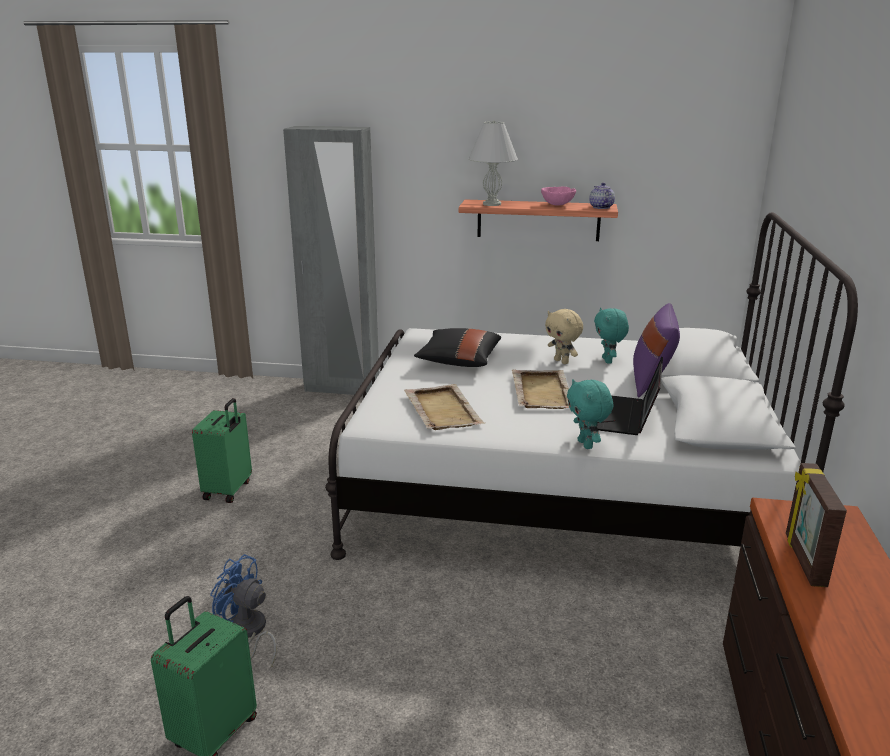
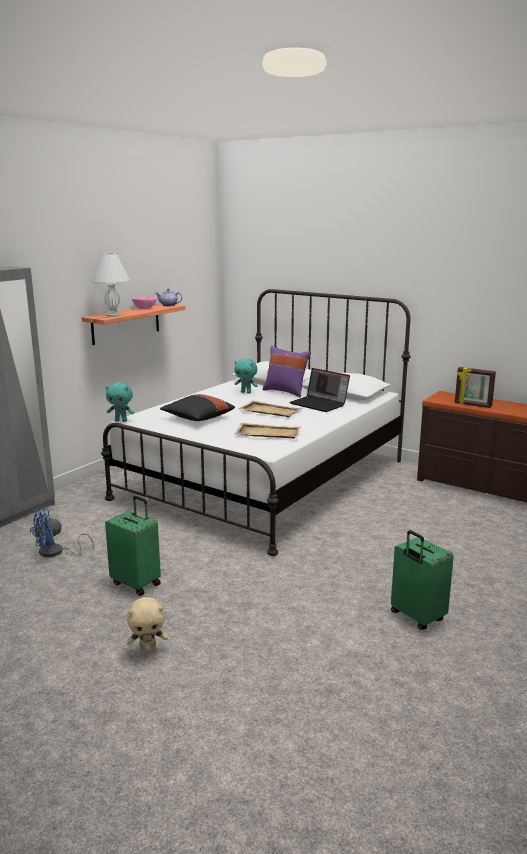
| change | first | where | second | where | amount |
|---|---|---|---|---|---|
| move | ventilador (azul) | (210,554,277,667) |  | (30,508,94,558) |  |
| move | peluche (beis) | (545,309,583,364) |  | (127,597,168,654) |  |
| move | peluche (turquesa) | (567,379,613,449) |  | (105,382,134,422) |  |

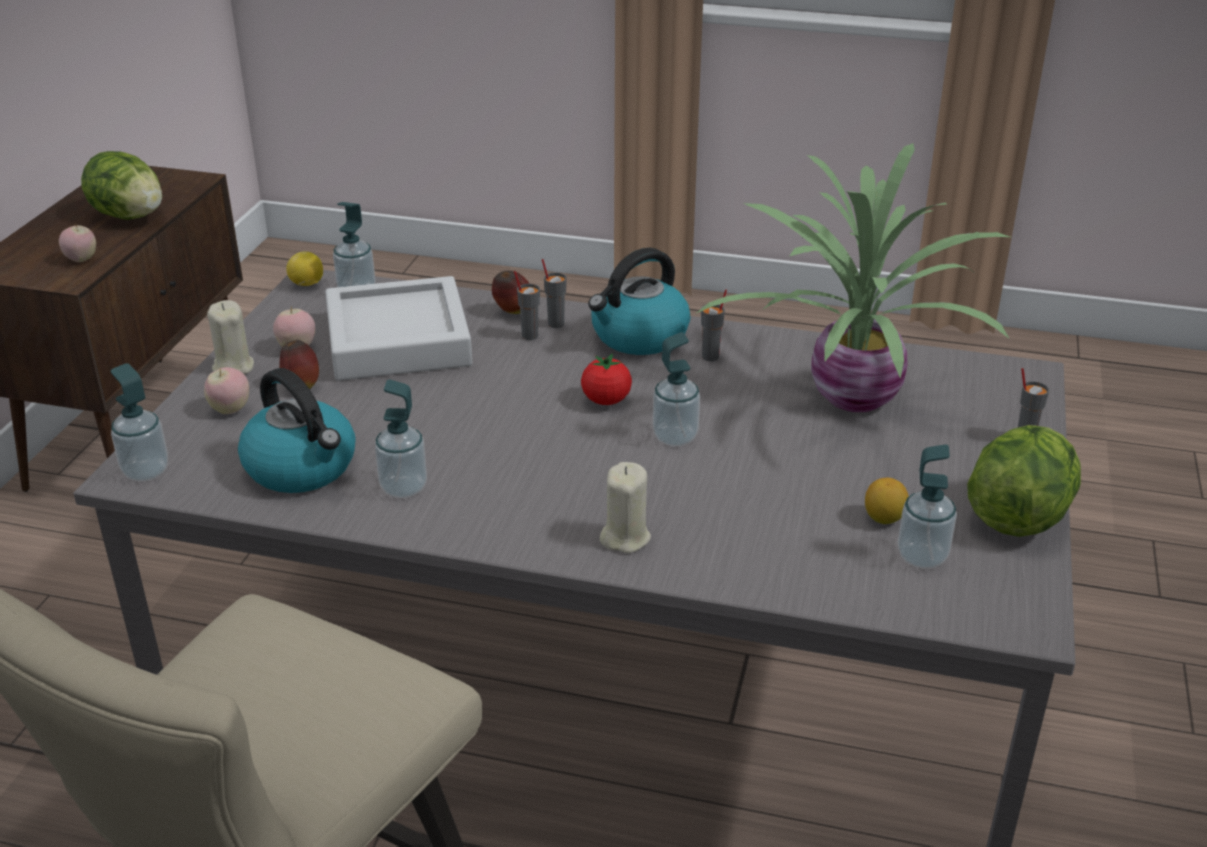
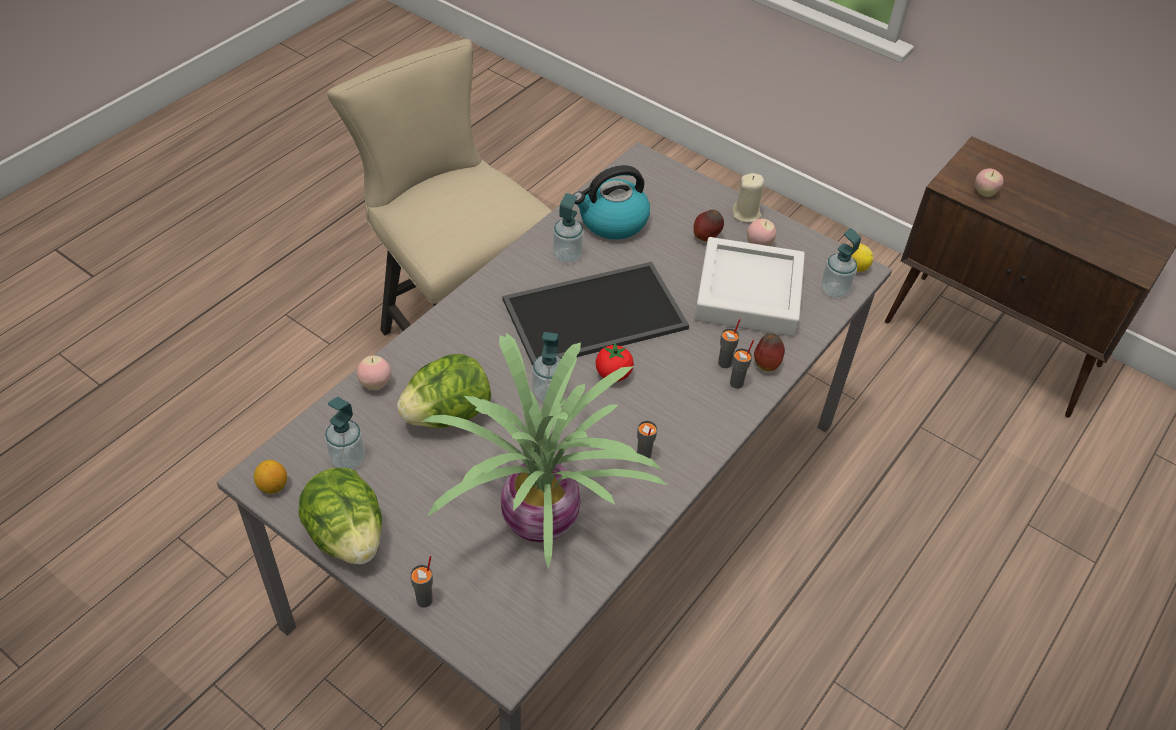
| change | first | where | second | where | amount |
|---|---|---|---|---|---|
| delete | dispensador de jabón | (111,363,168,481) |  |  |  |
| delete | hervidor | (588,248,690,355) |  |  |  |
| delete | vela (beis) | (600,462,651,553) |  |  |  |
| insert |  |  | bandeja | (503,262,689,366) |  |
| move | lechuga | (81,151,162,220) |  | (397,354,491,428) |  |
| move | manzana | (204,367,249,414) |  | (357,356,391,390) |  |
| move | limón | (865,478,909,524) |  | (254,460,287,494) |  |

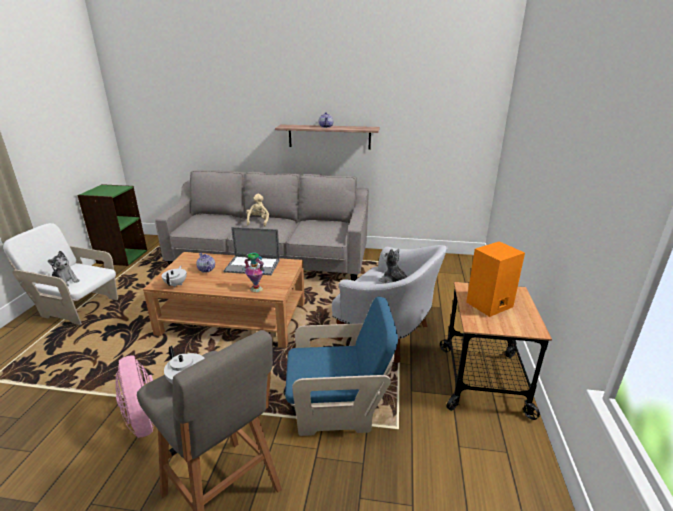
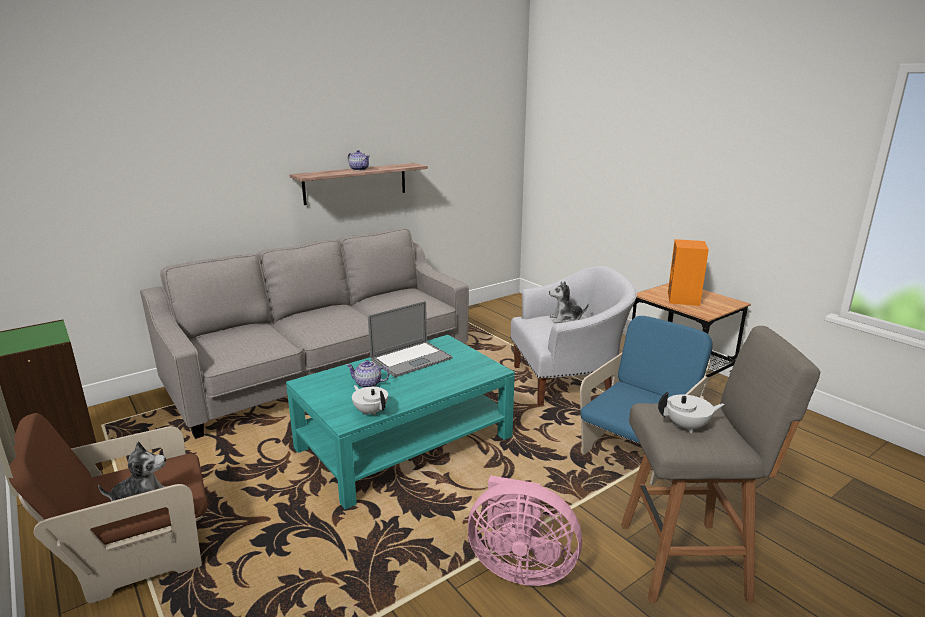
| change | first | where | second | where | amount |
|---|---|---|---|---|---|
| delete | florero | (244,253,265,292) |  |  |  |
| delete | peluche (beis) | (246,194,269,226) |  |  |  |
| recolor | sillón (blanco) | (3,223,118,325) | sillón (marrón) | (9,413,207,603) |  |
| recolor | mesa de centro (marrón) | (143,252,305,348) | mesa de centro (turquesa) | (286,335,515,509) |  |

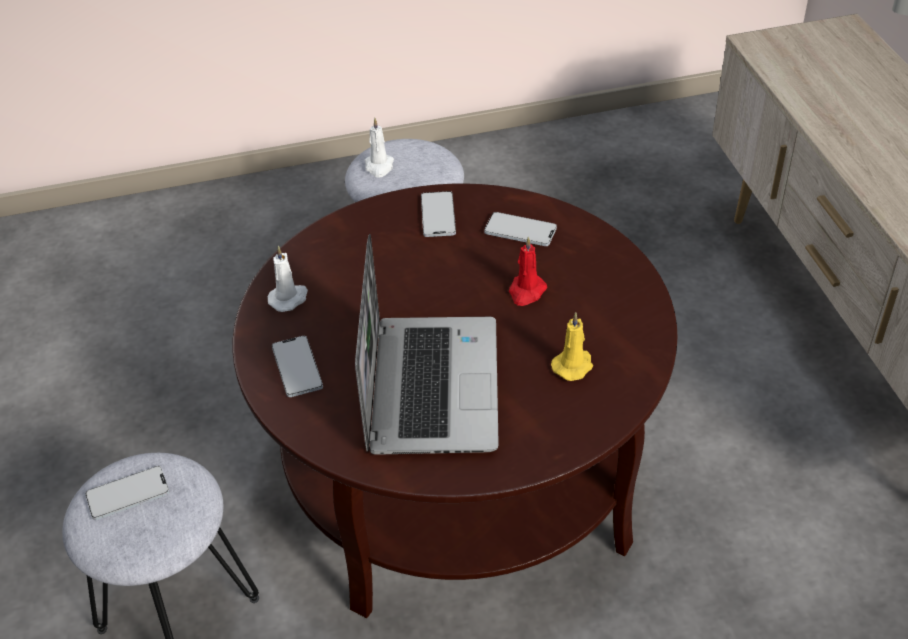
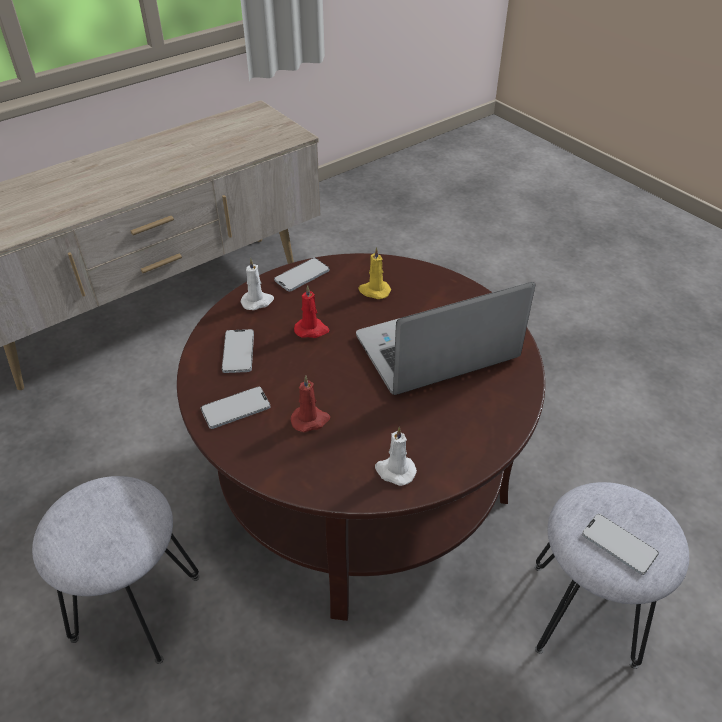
| change | first | where | second | where | amount |
|---|---|---|---|---|---|
| insert |  |  | vela (rojo) | (290,375,330,432) |  |
| move | móvil | (272,336,323,397) |  | (274,258,330,292) |  |
| move | vela (blanco) | (365,118,394,178) |  | (241,258,274,310) |  |

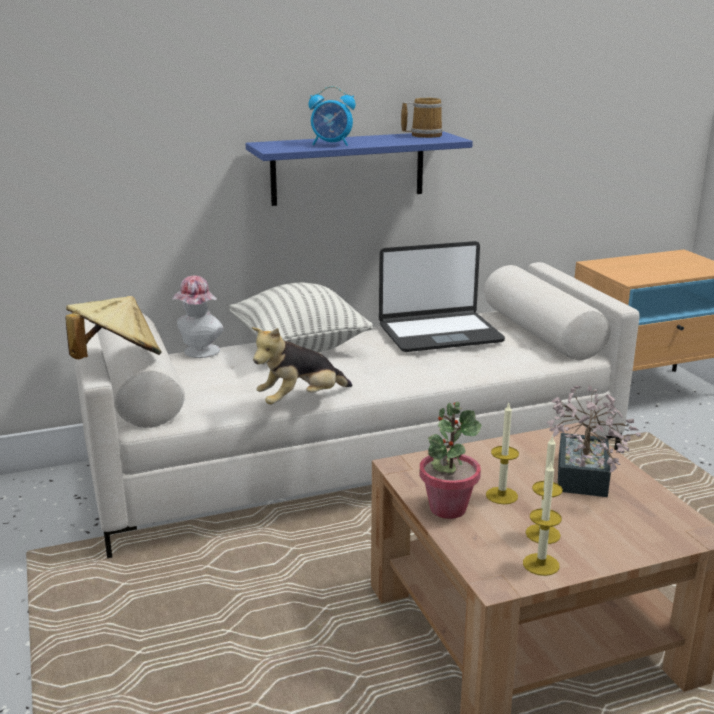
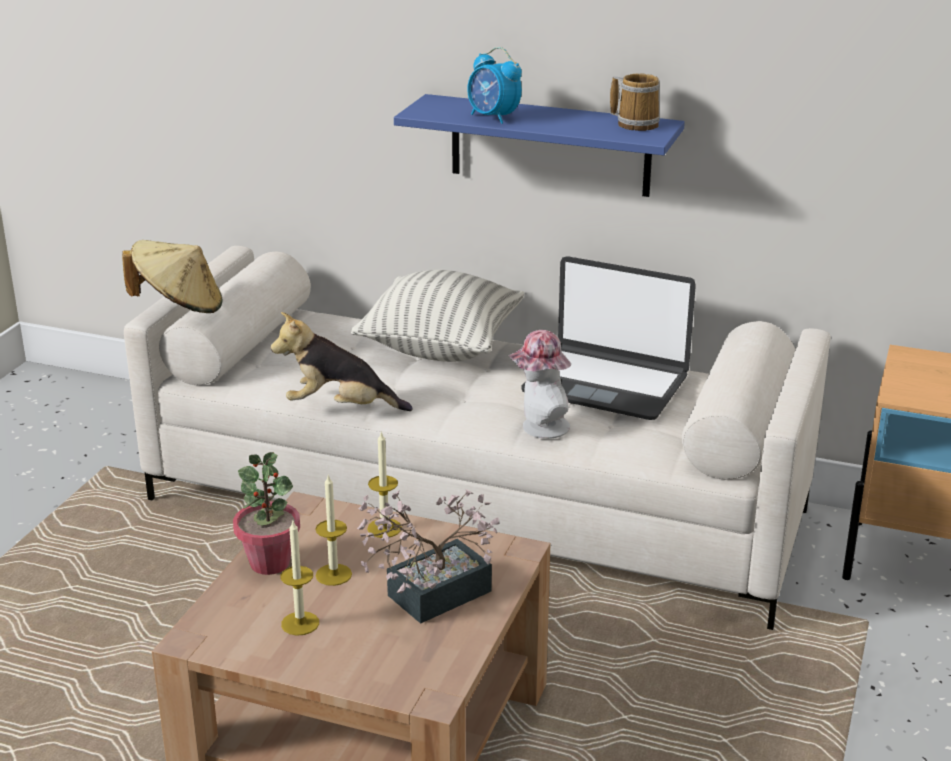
| change | first | where | second | where | amount |
|---|---|---|---|---|---|
| move | sombrero | (172,275,224,358) |  | (508,330,571,439) |  |
| move | vela | (523,463,562,576) |  | (367,432,402,538) |  |

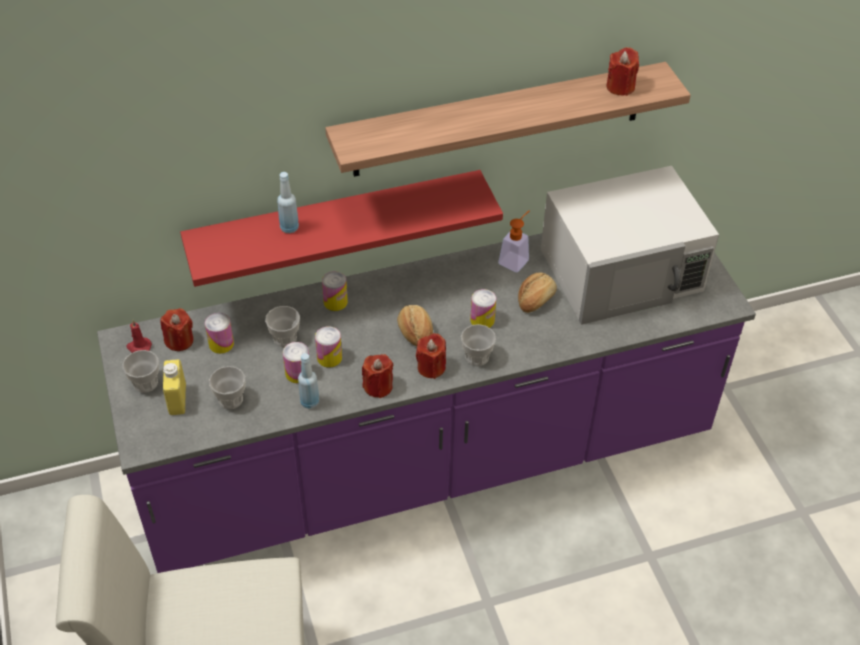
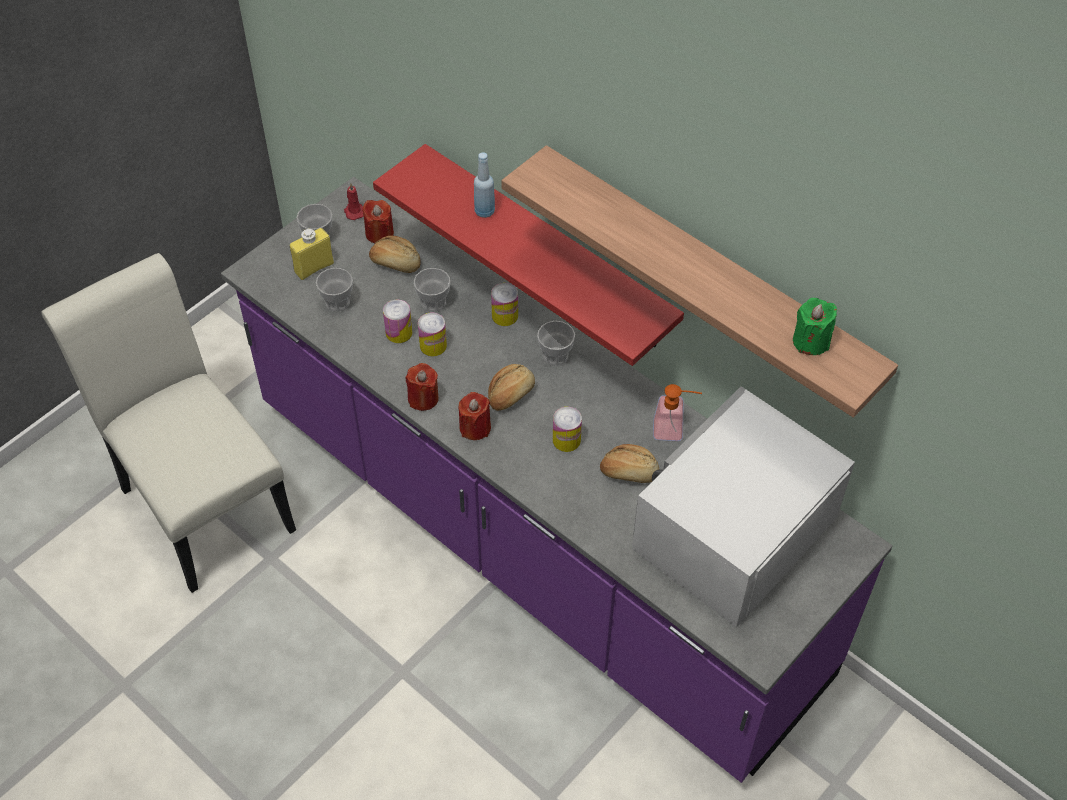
| change | first | where | second | where | amount |
|---|---|---|---|---|---|
| delete | botella (azul) | (298,353,319,409) |  |  |  |
| move | taza | (461,324,496,366) |  | (537,321,575,366) |  |
| replace | lata | (205,313,234,354) | pan | (369,236,421,273) |  |
| recolor | vela (rojo) | (606,47,639,96) | vela (verde) | (793,298,837,355) |  |
| rotate | microondas (blanco) | (541,166,719,325) |  | (632,386,855,628) | 90 degrees clockwise |

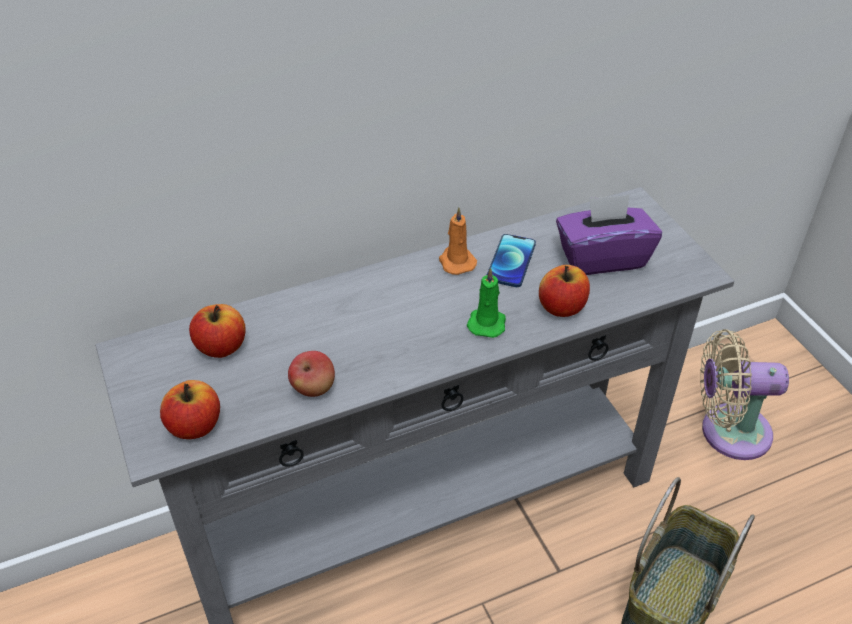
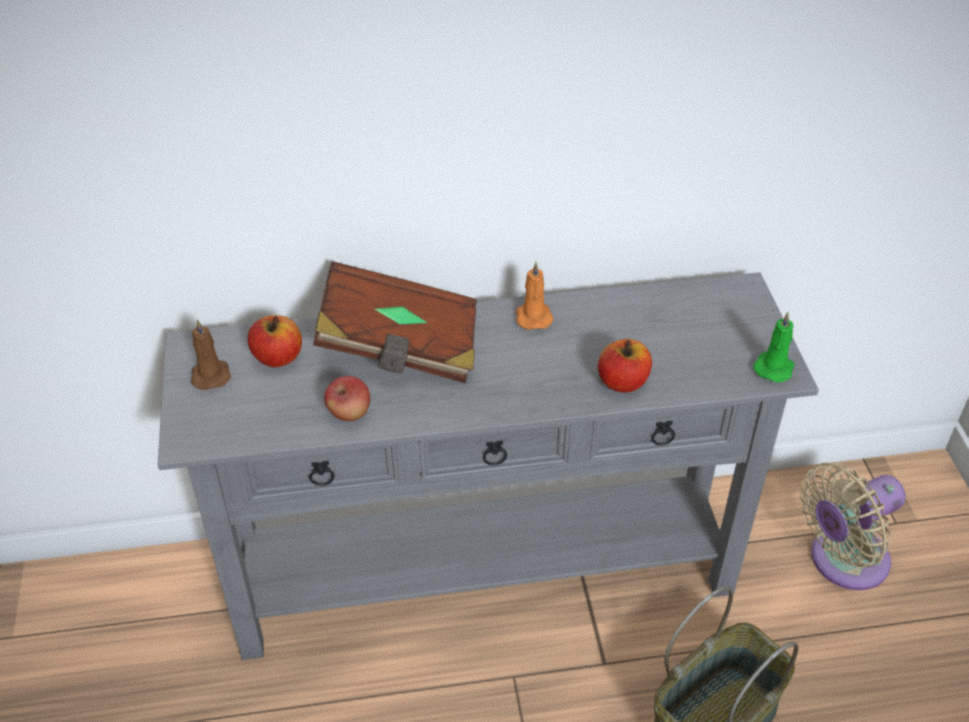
| change | first | where | second | where | amount |
|---|---|---|---|---|---|
| delete | manzana | (160,380,220,439) |  |  |  |
| delete | móvil | (487,234,536,287) |  |  |  |
| delete | caja de pañuelos (morado) | (556,194,662,275) |  |  |  |
| insert |  |  | vela (marrón) | (191,319,231,390) |  |
| insert |  |  | libro (marrón) | (313,261,477,383) |  |
| move | vela (verde) | (467,268,506,338) |  | (753,312,794,382) |  |
| rotate | ventilador (beis) | (700,329,789,460) |  | (800,462,906,590) | 45 degrees counterclockwise |

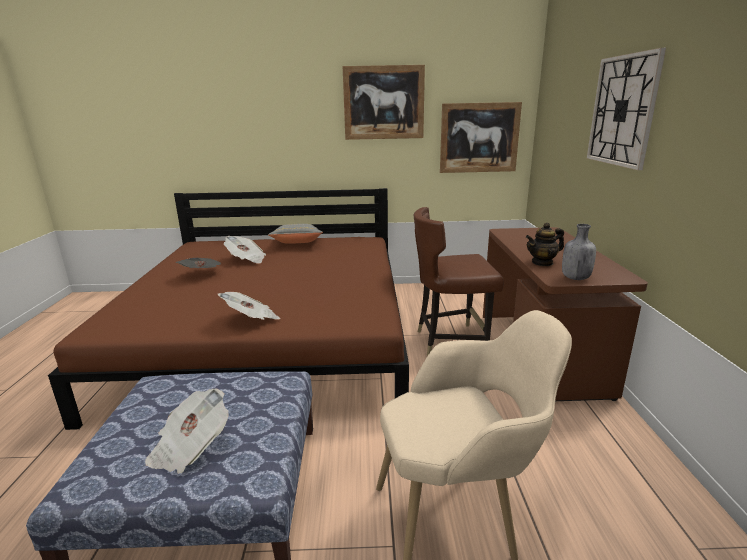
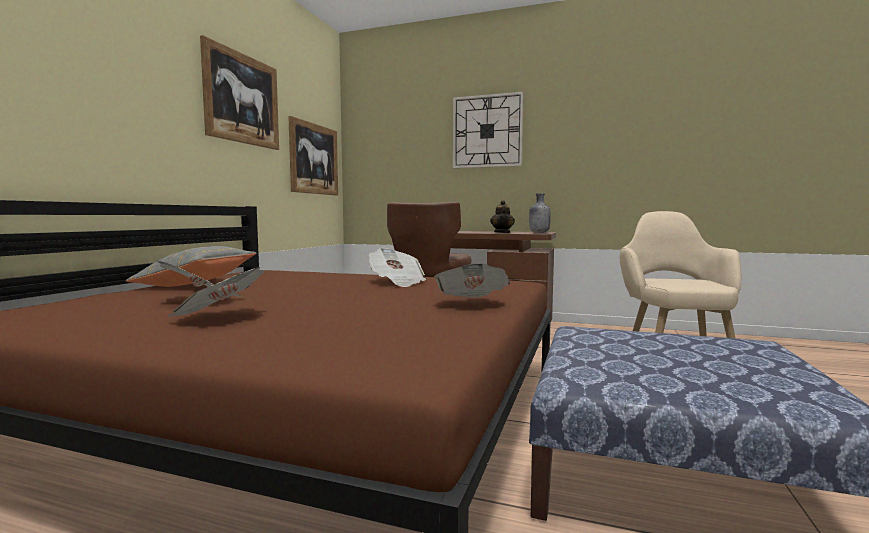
| change | first | where | second | where | amount |
|---|---|---|---|---|---|
| move | periódico | (145,389,229,474) |  | (369,248,426,287) |  |

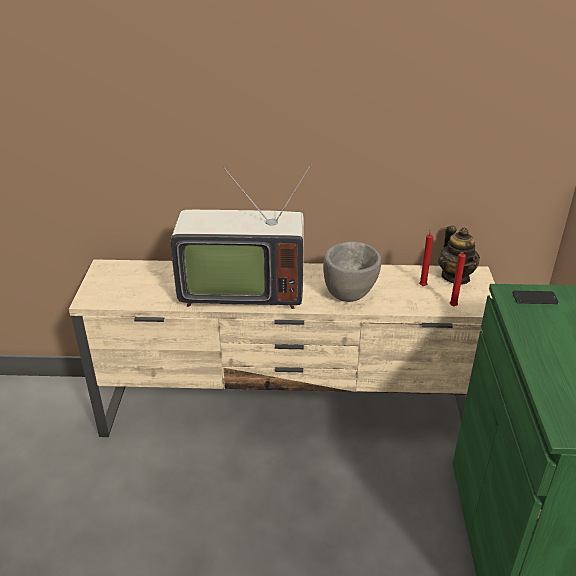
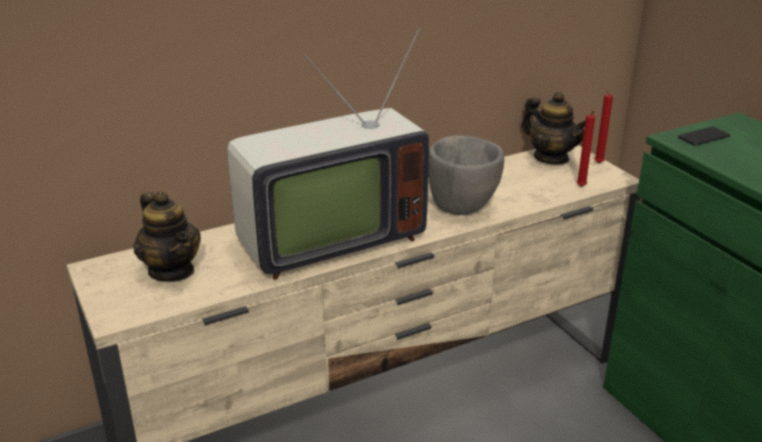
| change | first | where | second | where | amount |
|---|---|---|---|---|---|
| insert |  |  | tetera | (133,191,201,282) |  |
| move | vela (rojo) | (419,227,433,286) |  | (595,85,613,163) |  |

